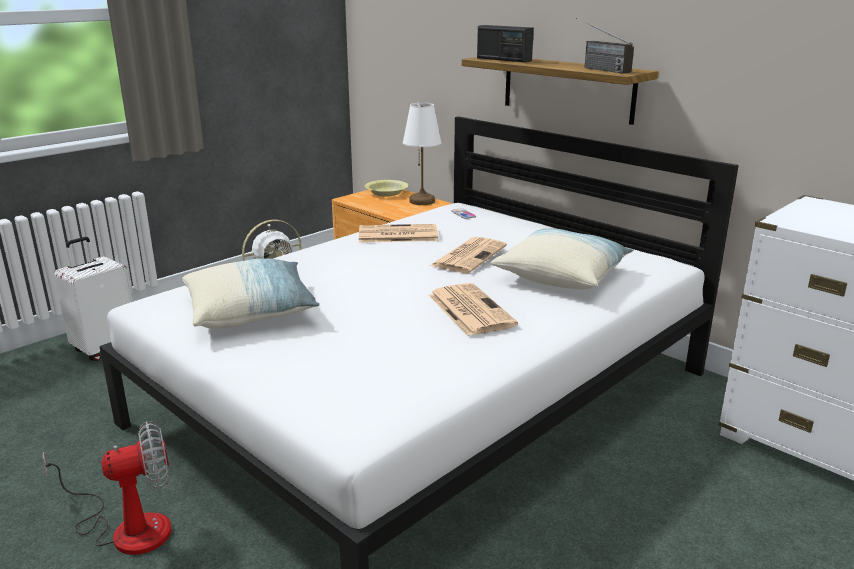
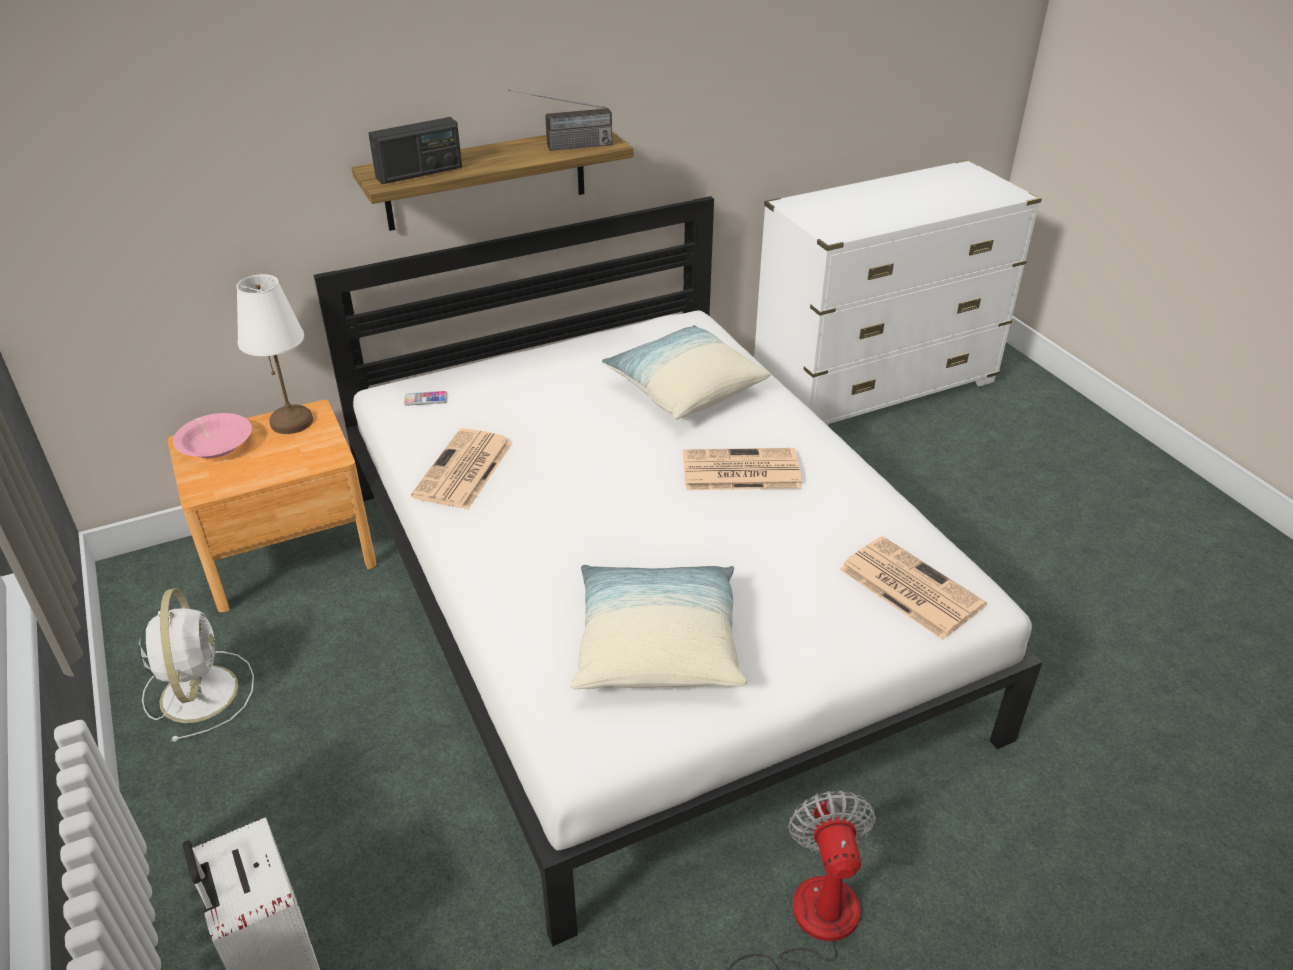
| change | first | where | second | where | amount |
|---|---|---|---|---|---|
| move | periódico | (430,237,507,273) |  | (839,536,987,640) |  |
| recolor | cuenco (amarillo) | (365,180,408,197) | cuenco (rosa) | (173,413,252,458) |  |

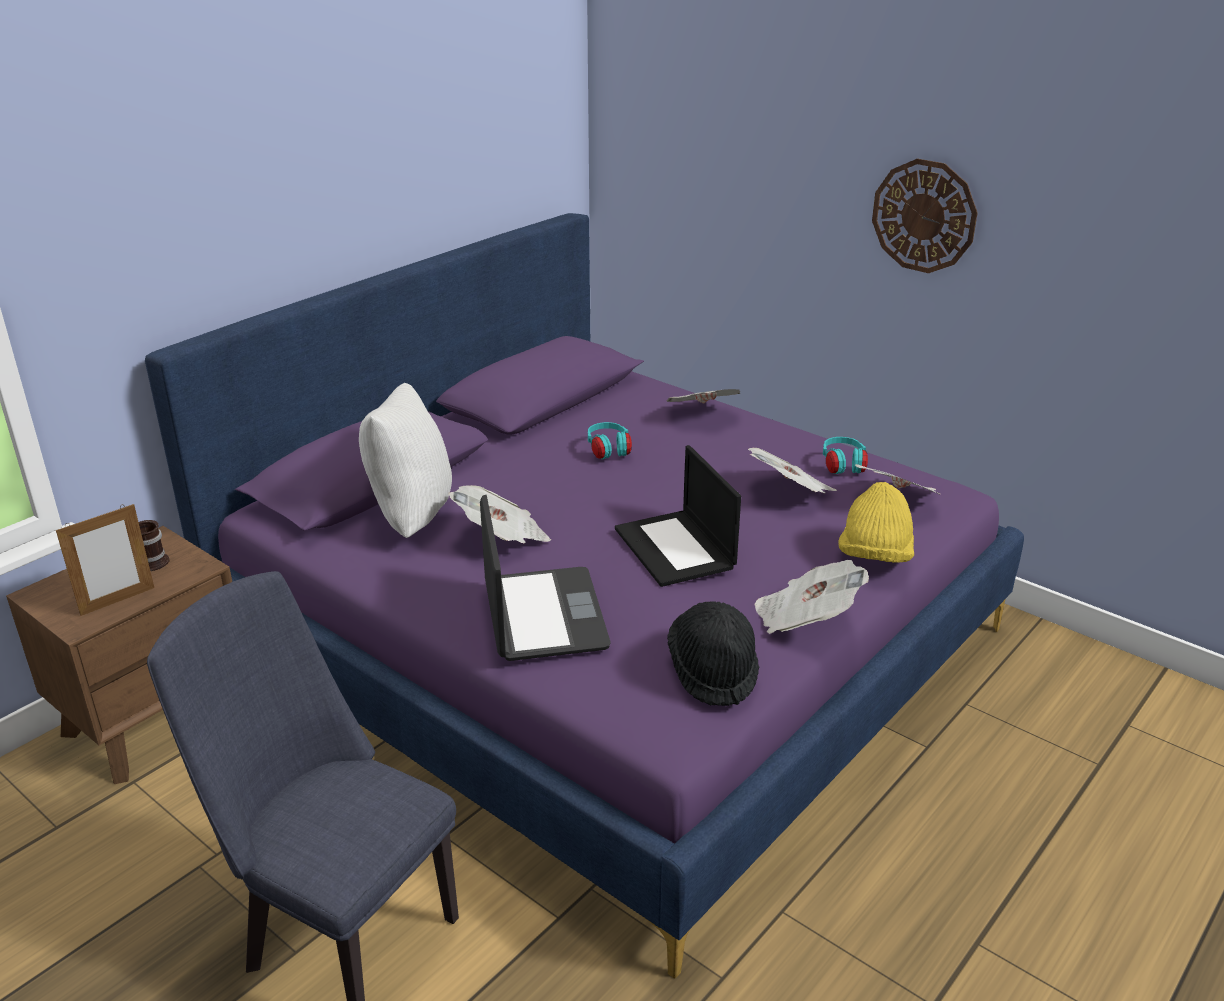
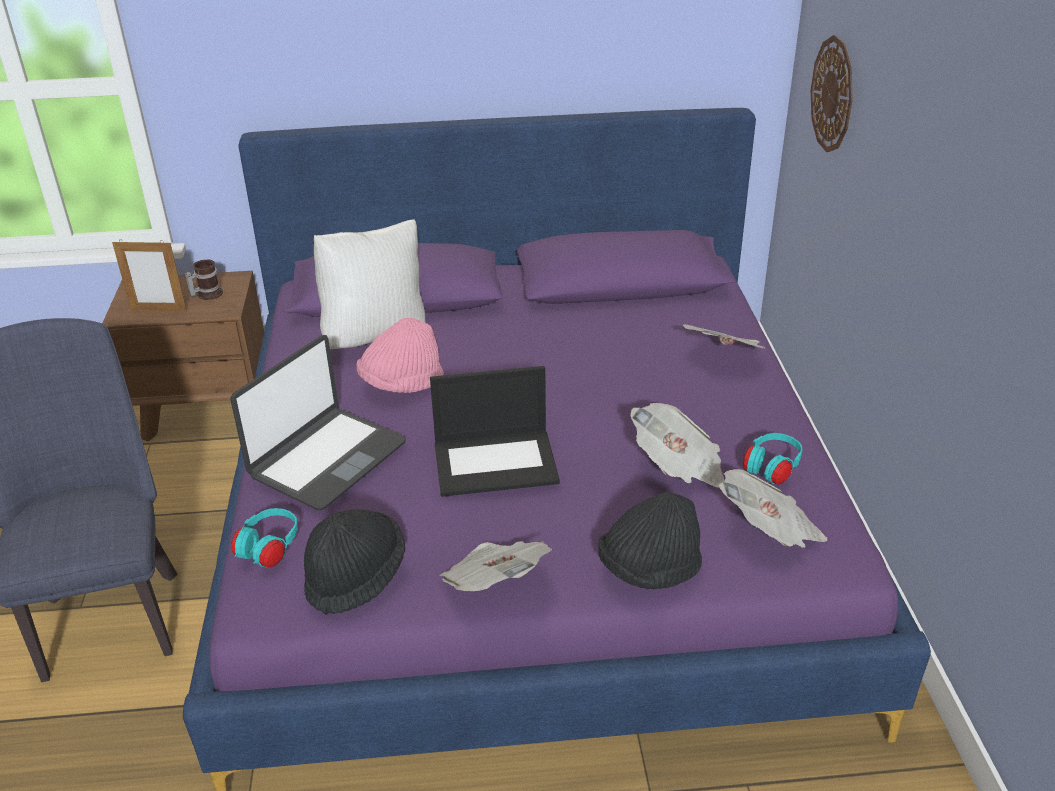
| change | first | where | second | where | amount |
|---|---|---|---|---|---|
| move | auriculares (turquesa) | (588,422,632,459) |  | (232,508,298,568) |  |
| move | reloj de pared | (872,159,978,273) |  | (811,35,853,152) |  |
| replace | periódico | (448,485,551,543) | sombrero (rosa) | (356,318,444,393) |  |
| recolor | sombrero (amarillo) | (838,482,914,563) | sombrero (negro) | (598,492,702,589) |  |
| rotate | portátil | (615,445,741,587) |  | (430,366,560,497) | 120 degrees counterclockwise |

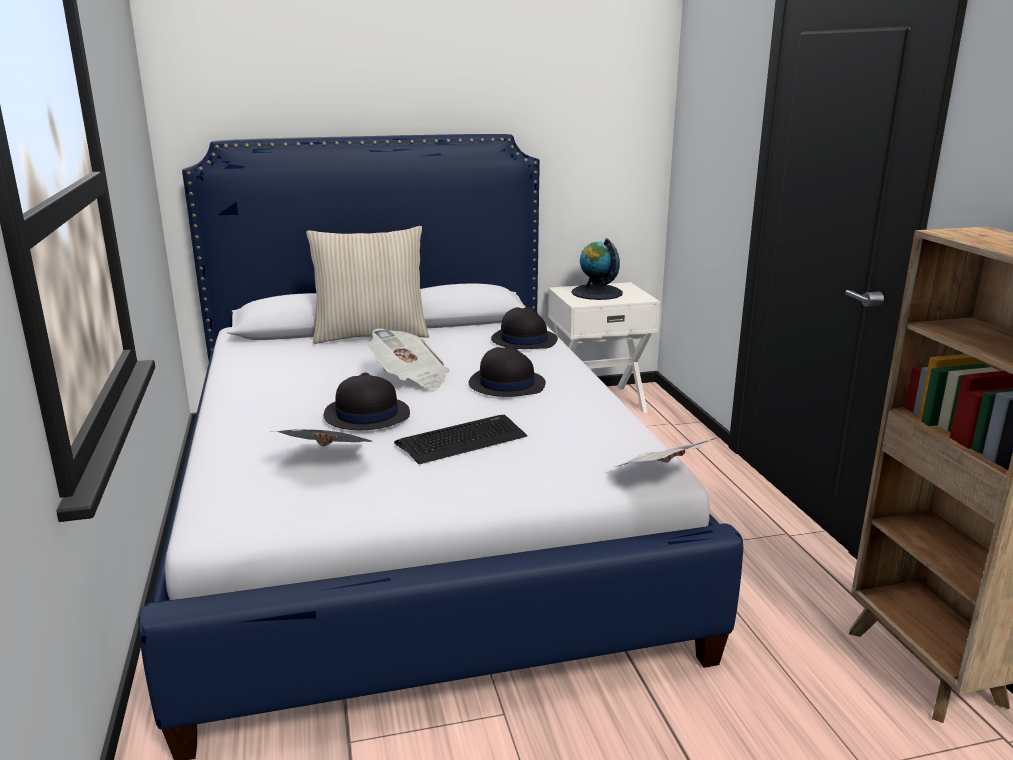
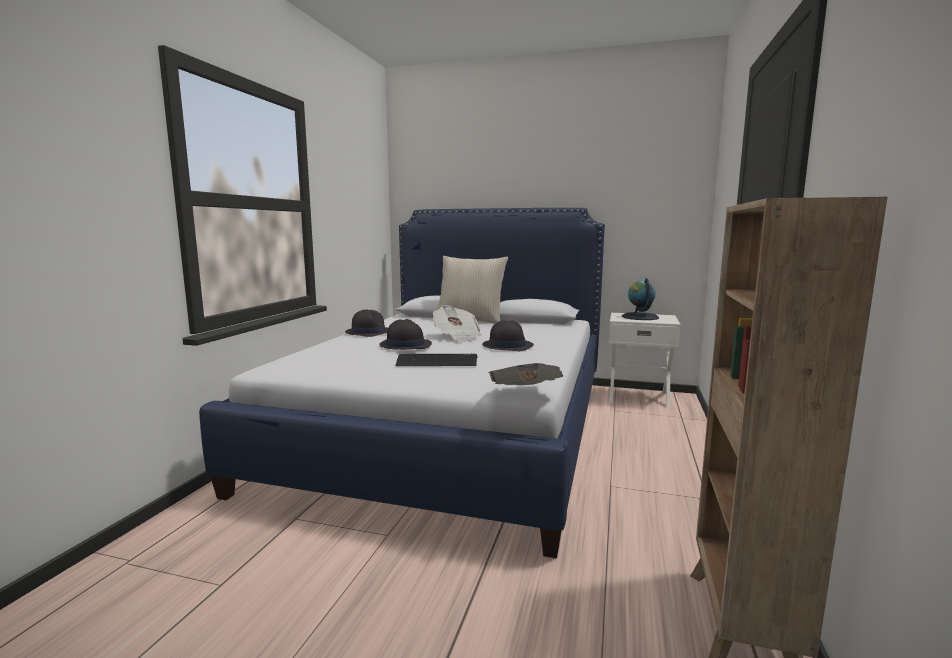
| change | first | where | second | where | amount |
|---|---|---|---|---|---|
| delete | periódico | (270,429,372,446) |  |  |  |
| move | sombrero (negro) | (491,307,558,349) |  | (345,309,388,337) |  |

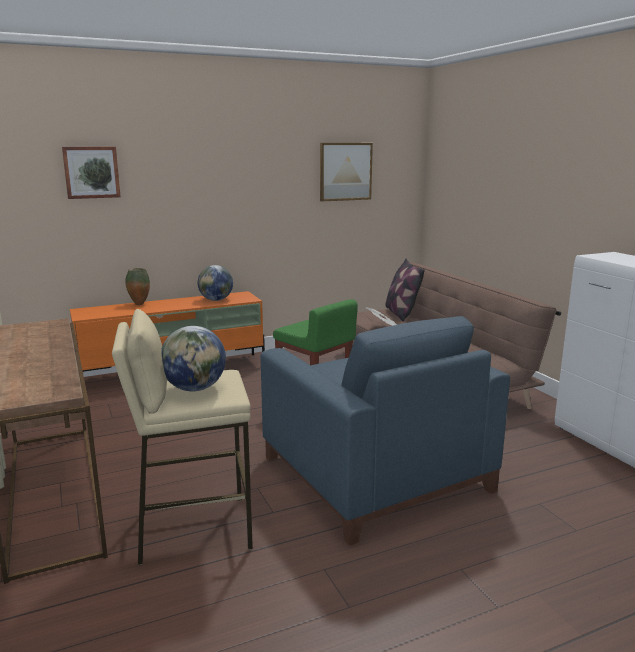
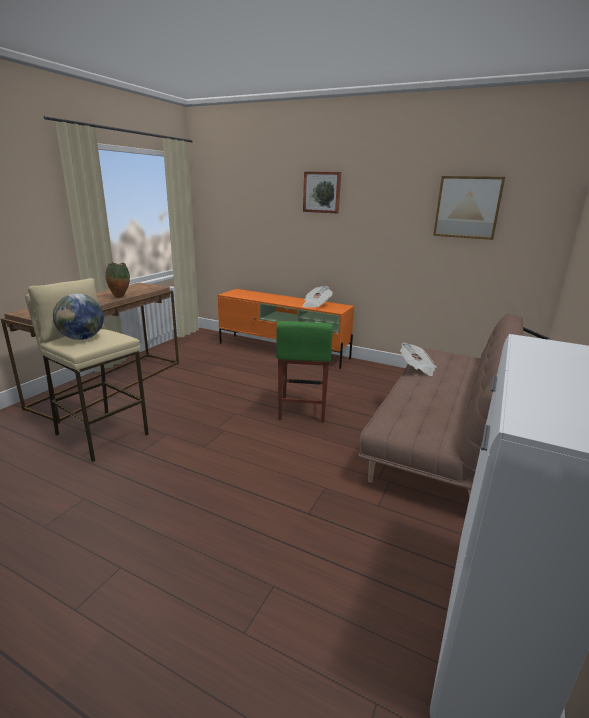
| change | first | where | second | where | amount |
|---|---|---|---|---|---|
| delete | sillón (azul) | (261,316,510,546) |  |  |  |
| delete | cojín | (386,258,425,322) |  |  |  |
| move | cuadro | (62,147,121,199) |  | (303,171,341,214) |  |
| move | florero | (125,268,150,305) |  | (105,262,130,298) |  |
| replace | globo terráqueo | (198,265,233,301) | periódico | (302,286,333,308) |  |

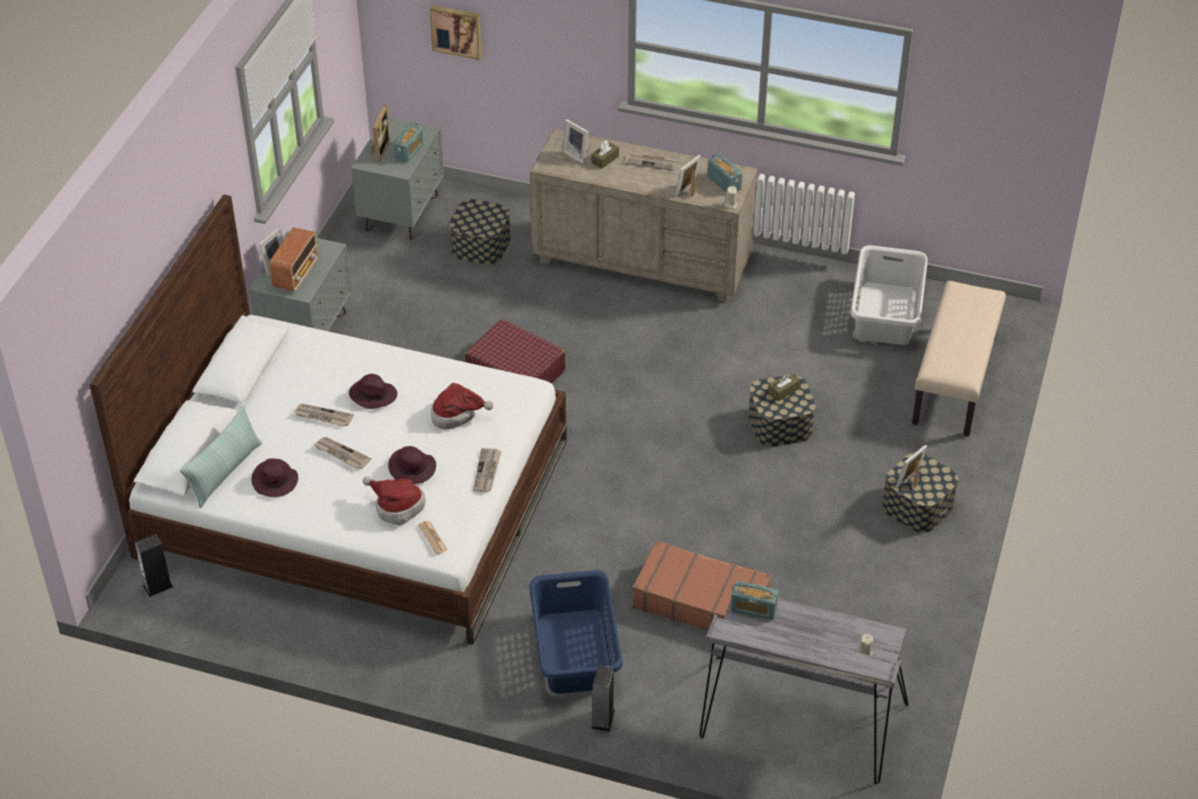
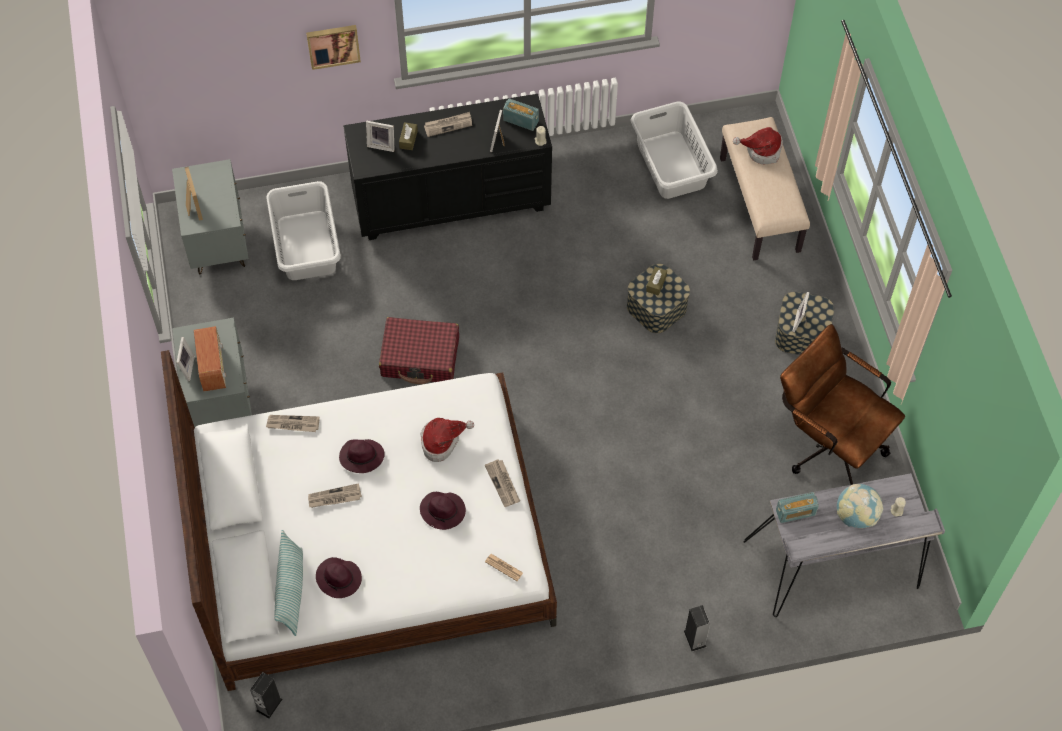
| change | first | where | second | where | amount |
|---|---|---|---|---|---|
| delete | radio | (393,123,424,163) |  |  |  |
| delete | cesto de la ropa (azul) | (529,570,623,694) |  |  |  |
| delete | maleta (marrón) | (632,540,772,630) |  |  |  |
| insert |  |  | silla de oficina (marrón) | (780,324,905,485) |  |
| insert |  |  | globo terráqueo | (837,484,883,528) |  |
| move | periódico | (313,437,371,469) |  | (266,415,320,432) |  |
| move | sombrero | (363,476,426,526) |  | (733,127,783,164) |  |
| move | cuadro | (429,5,482,60) |  | (306,25,361,70) |  |
| replace | caja de almacenaje | (449,199,511,265) | cesto de la ropa (gris) | (267,181,341,280) |  |
| recolor | cómoda (beis) | (530,129,758,302) | cómoda (negro) | (343,94,552,240) |  |

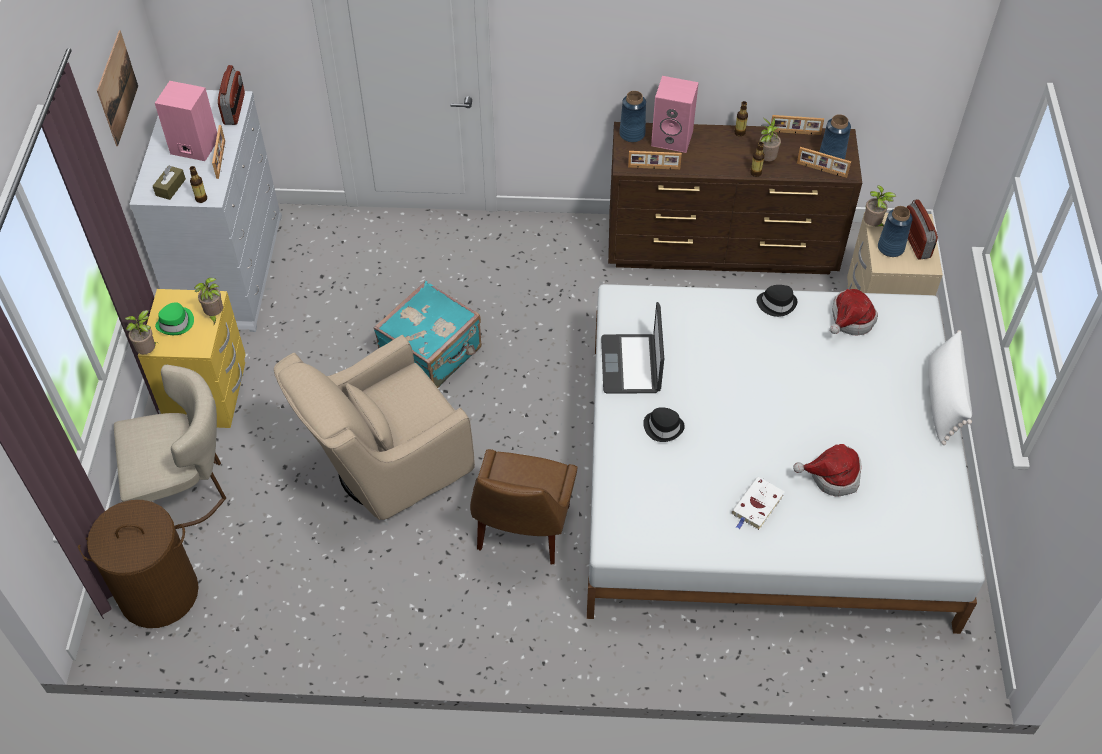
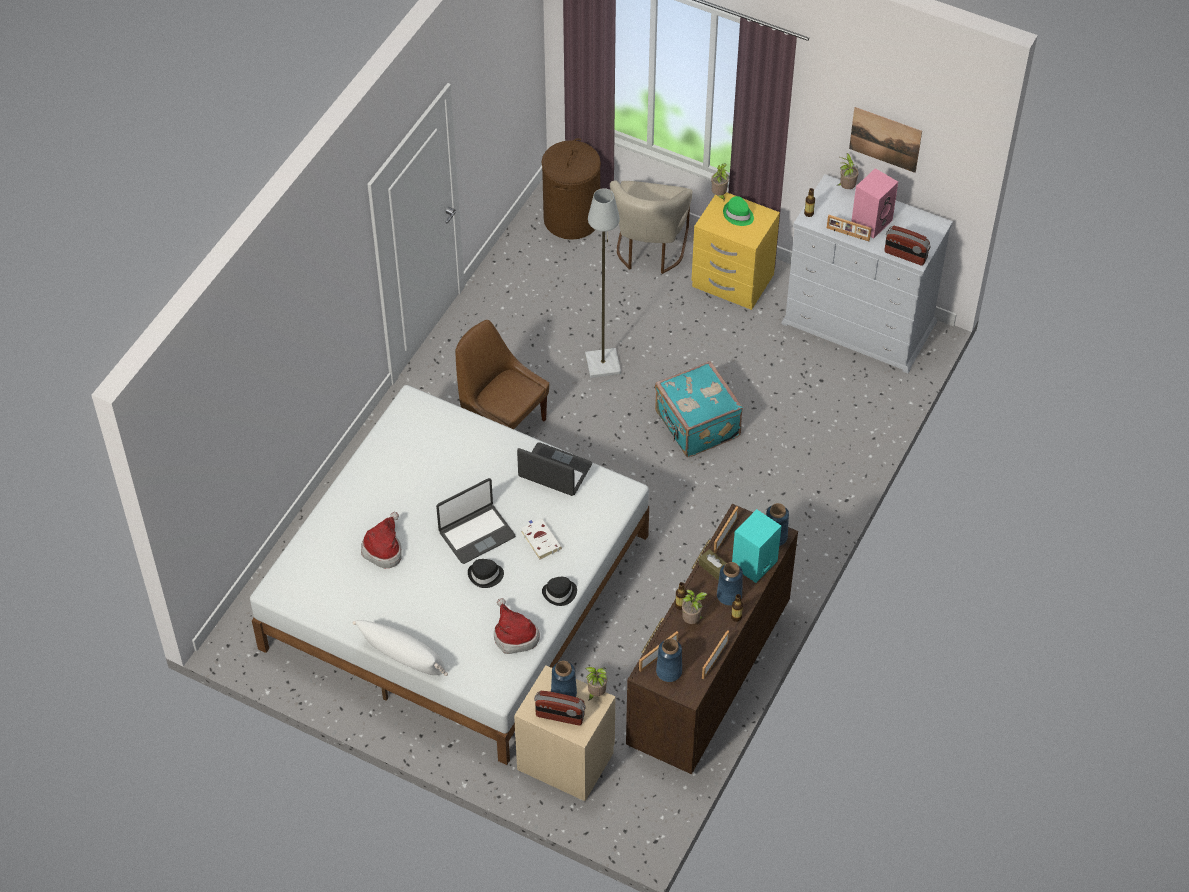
| change | first | where | second | where | amount |
|---|---|---|---|---|---|
| insert |  |  | portátil | (436,478,515,564) |  |
| insert |  |  | florero (azul) | (717,562,743,606) |  |
| move | caja de pañuelos (marrón) | (153,165,186,200) |  | (699,549,727,581) |  |
| move | planta en maceta | (194,278,223,324) |  | (838,153,859,189) |  |
| move | sombrero (negro) | (643,407,685,442) |  | (468,559,504,588) |  |
| move | libro (blanco) | (731,477,785,530) |  | (521,518,562,560) |  |
| replace | sillón (beis) | (274,335,475,520) | lámpara de pie (gris) | (585,188,621,378) |  |
| recolor | altavoz (rosa) | (651,76,699,153) | altavoz (turquesa) | (732,509,781,583) |  |

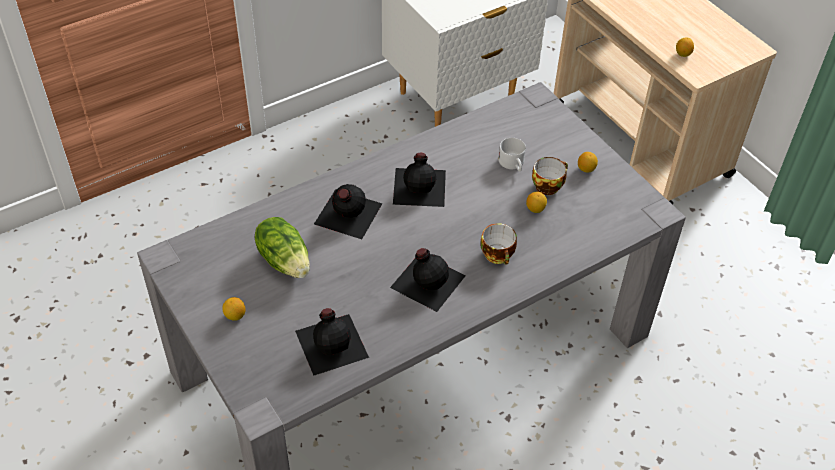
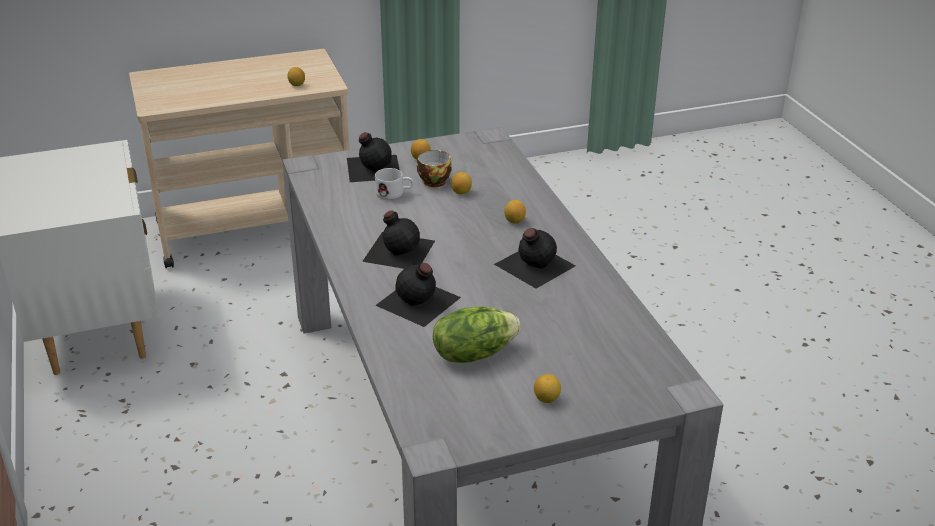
| change | first | where | second | where | amount |
|---|---|---|---|---|---|
| move | botella (negro) | (295,308,369,376) |  | (347,132,400,182) |  |
| replace | taza | (480,223,517,265) | limón | (504,200,526,224) |  |

